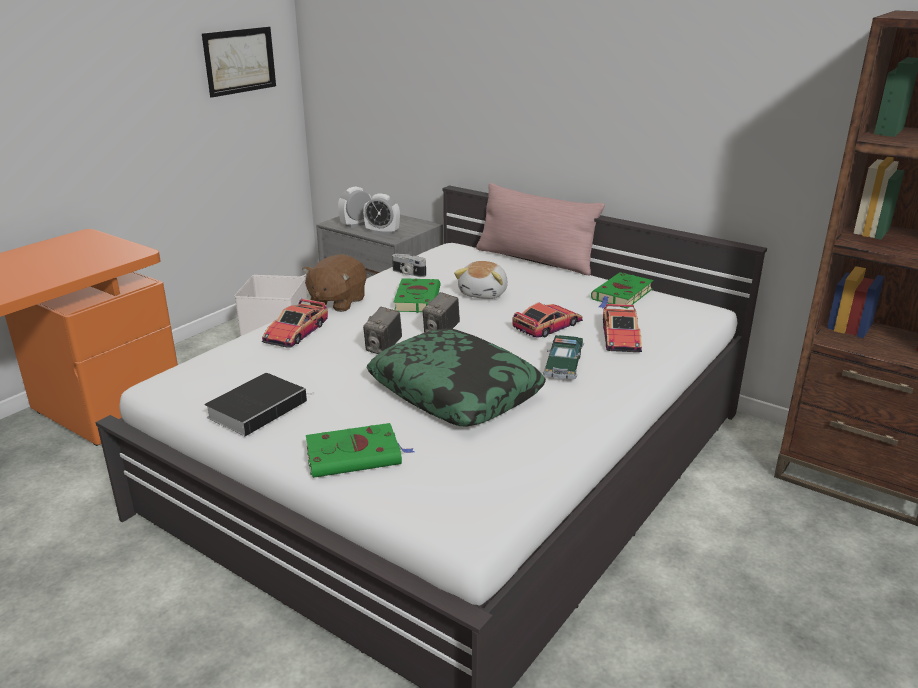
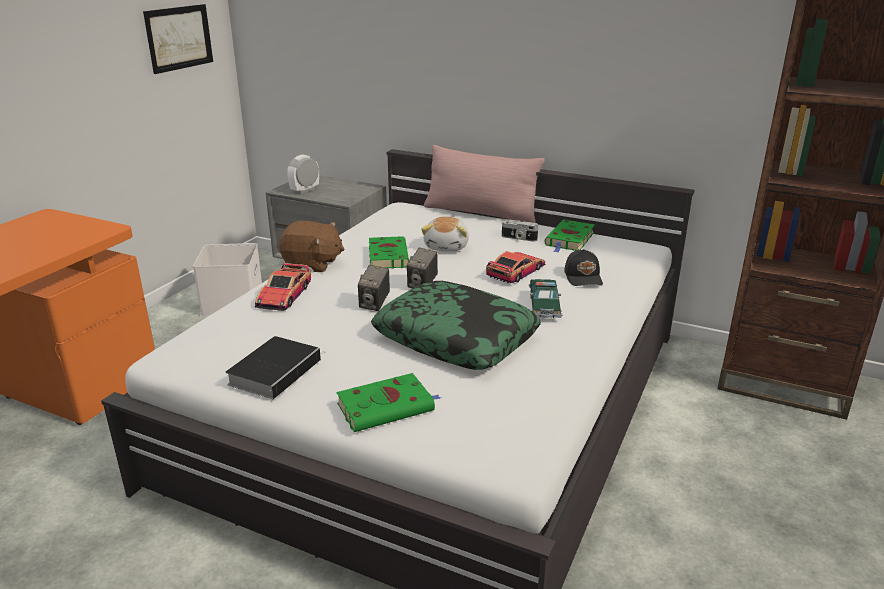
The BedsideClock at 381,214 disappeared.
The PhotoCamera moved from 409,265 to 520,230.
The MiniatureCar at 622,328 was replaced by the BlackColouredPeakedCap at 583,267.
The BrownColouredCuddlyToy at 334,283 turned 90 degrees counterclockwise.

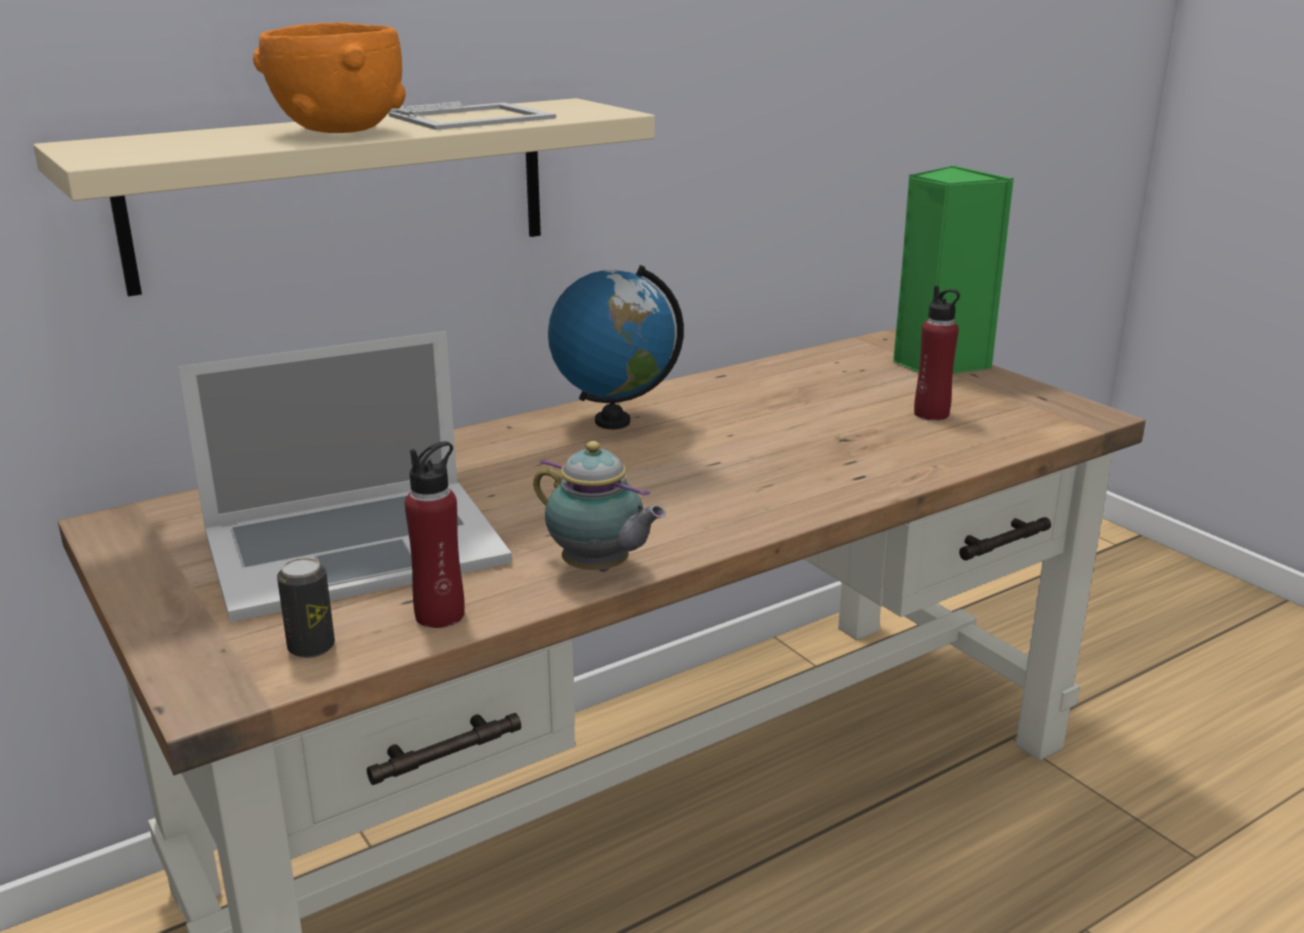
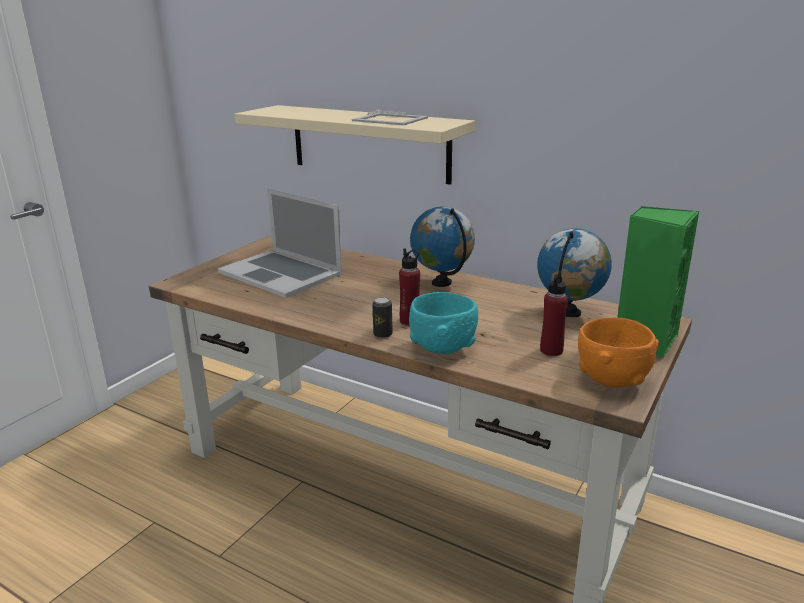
The PotForTea at 599,506 disappeared.
The BlueGreenDeepDish at 443,323 appeared.
The WorldGlobe at 574,272 appeared.
The OrangeColouredDeepDish moved from 329,77 to 618,353.
The Can moved from 306,608 to 382,317.
The RedColouredDrinkBottle moved from 435,534 to 409,287.

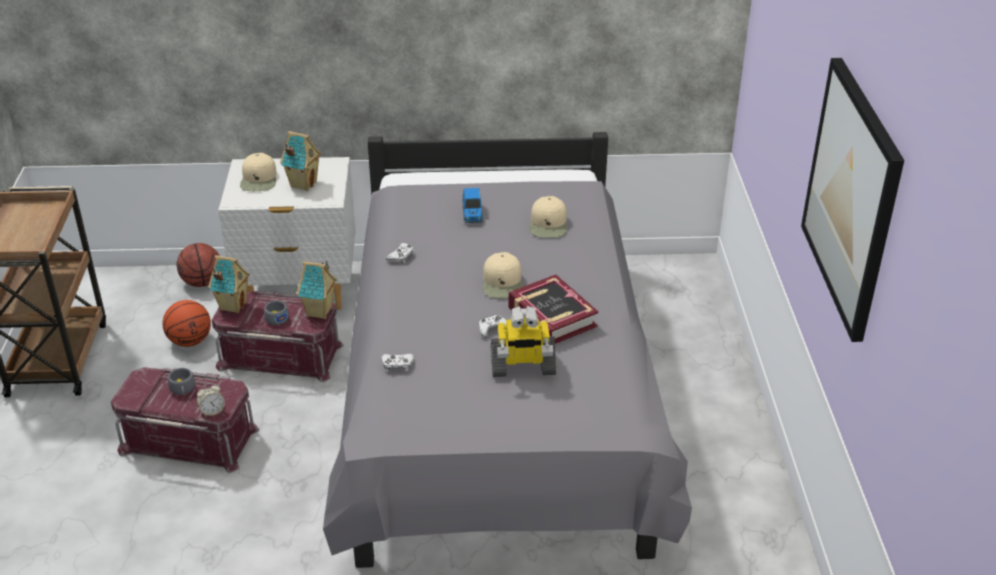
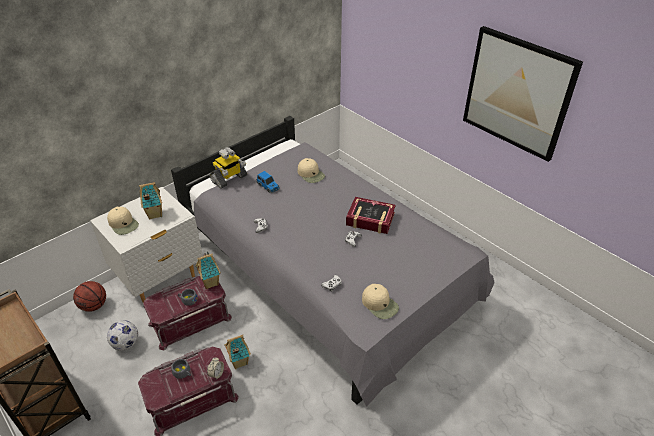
The ModelHouse moved from 229,284 to 237,352.
The SandColouredPeakedCap moved from 503,275 to 380,301.
The ModelRobot moved from 523,341 to 228,168.
The BallForBasketball at 186,323 was replaced by the FootballBall at 122,335.

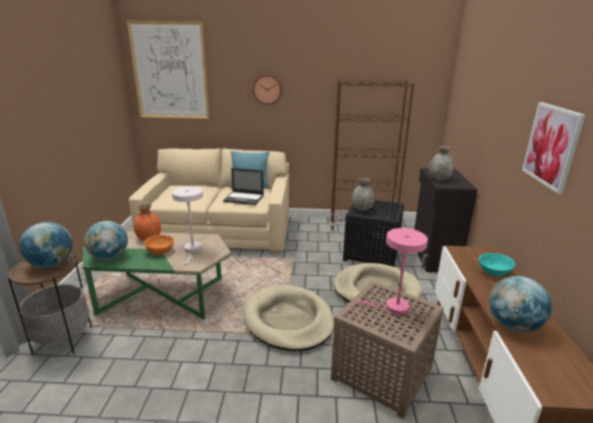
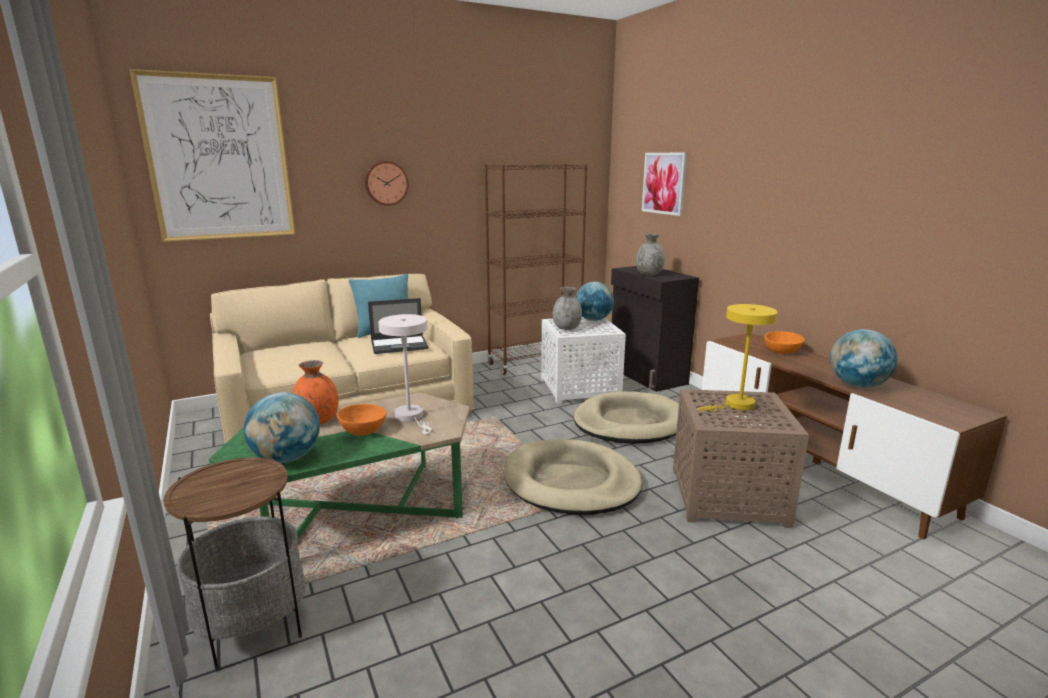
The WorldGlobe moved from 46,245 to 594,301.
The WallPicture moved from 553,148 to 664,184.
The BlackColouredAccentTable at 373,233 became the WhitishAccentTable at 583,360.
The PinkishTableLamp at 392,271 became the YellowColouredTableLamp at 737,357.
The BlueGreenDeepDish at 497,264 became the OrangeColouredDeepDish at 784,342.

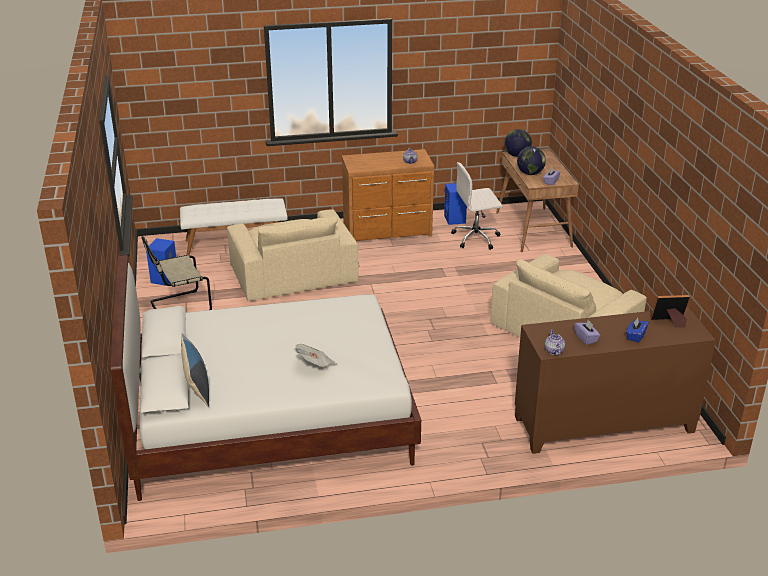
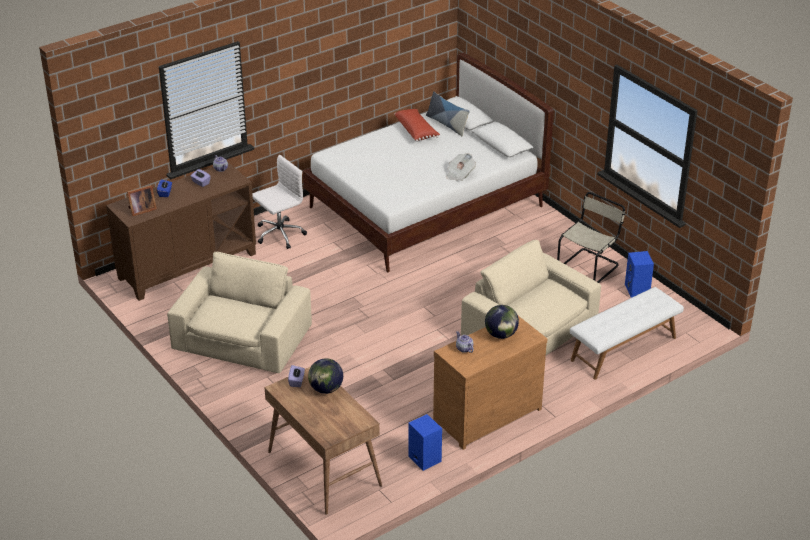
The RedColouredCushion at 417,125 appeared.
The Newspaper moved from 315,355 to 461,167.
The WhitishDeskChair moved from 476,206 to 279,202.
The WorldGlobe moved from 518,143 to 502,322.

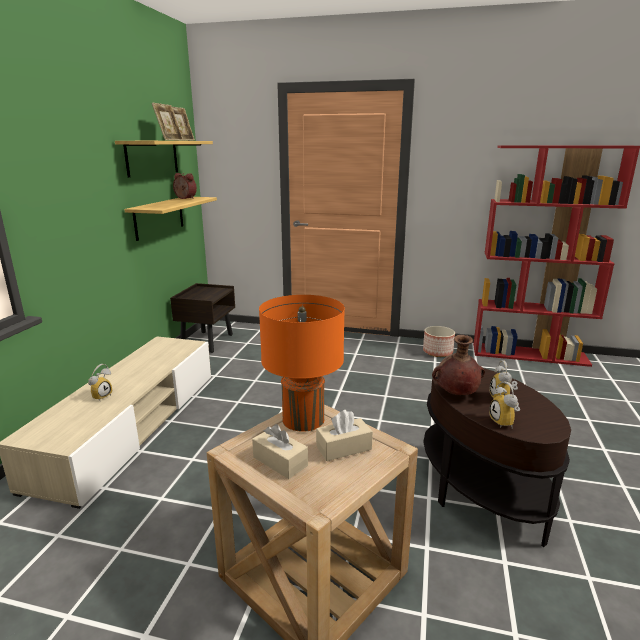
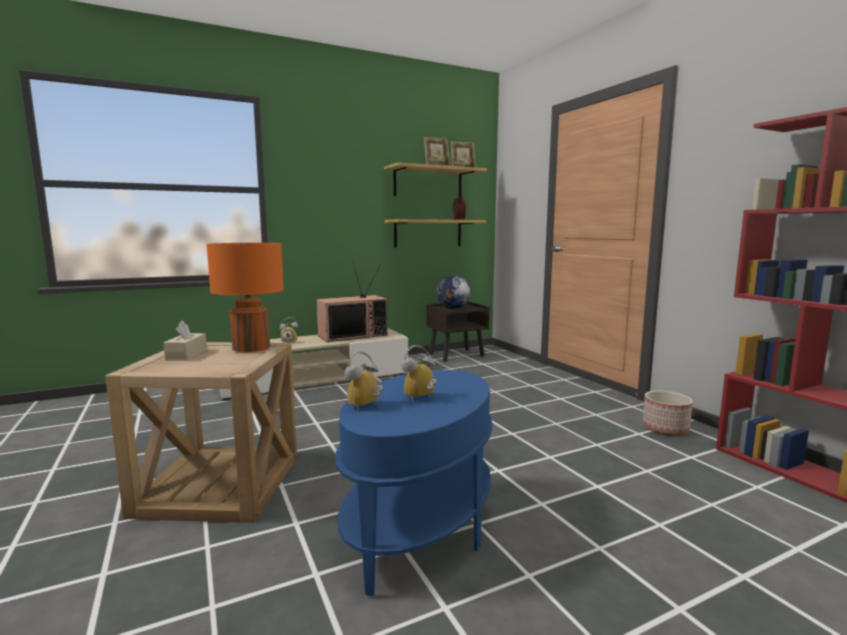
The SandColouredTissueBox at 344,435 disappeared.
The BrownColouredFlowerVase at 458,365 disappeared.
The Television at 352,301 appeared.
The WorldGlobe at 453,292 appeared.
The BrownColouredAccentTable at 497,457 became the BlueAccentTable at 414,483.

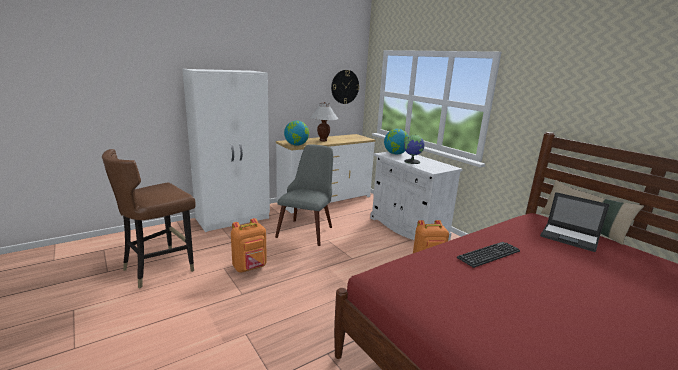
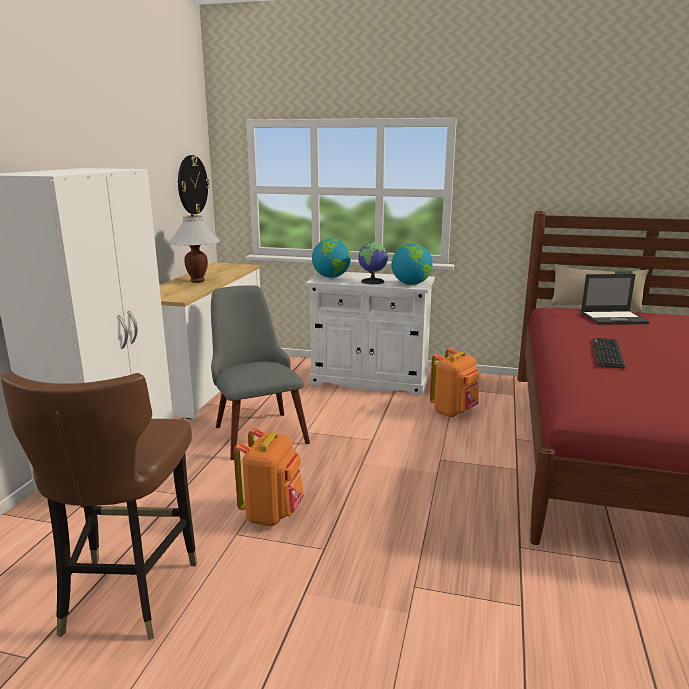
The WorldGlobe moved from 296,133 to 412,264.

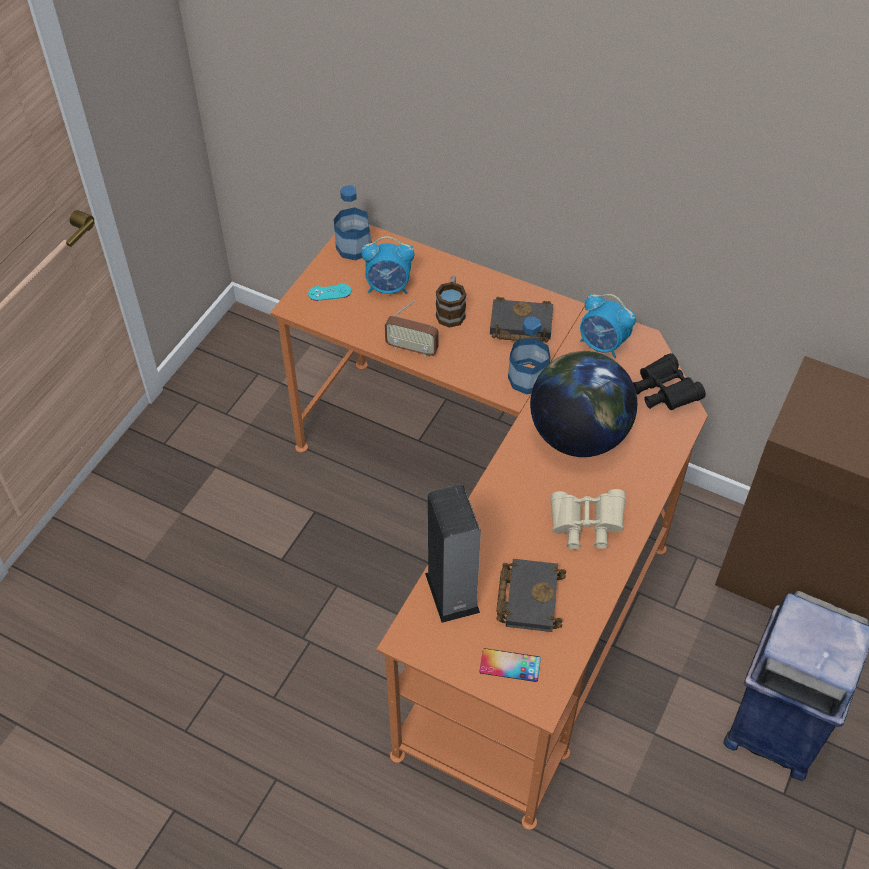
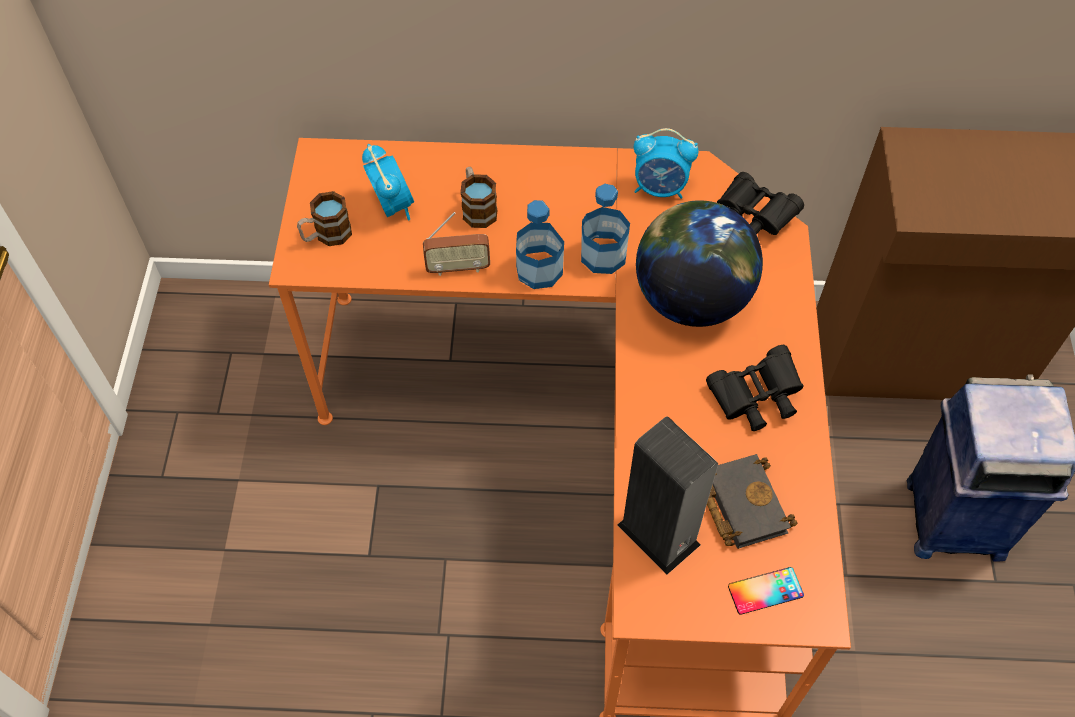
The BlackColouredVolume at 521,320 disappeared.
The DrinkBottle moved from 353,222 to 540,244.
The BlueGreenGameController at 329,292 was replaced by the CoffeeMug at 324,218.
The SandColouredBinoculars at 588,519 became the BlackColouredBinoculars at 755,388.
The BedsideClock at 387,265 turned 90 degrees counterclockwise.

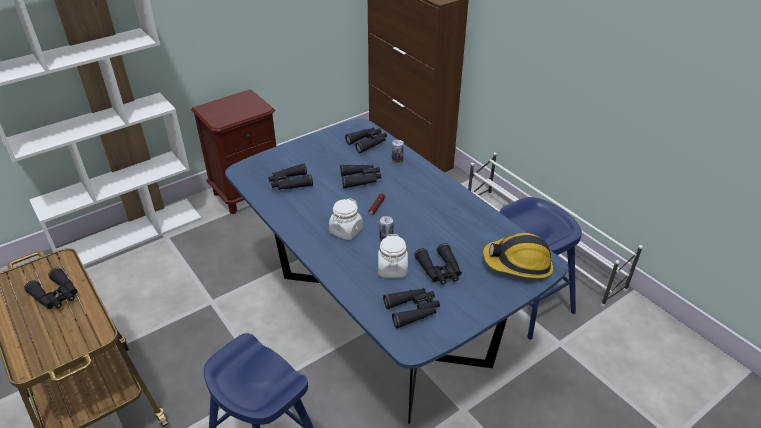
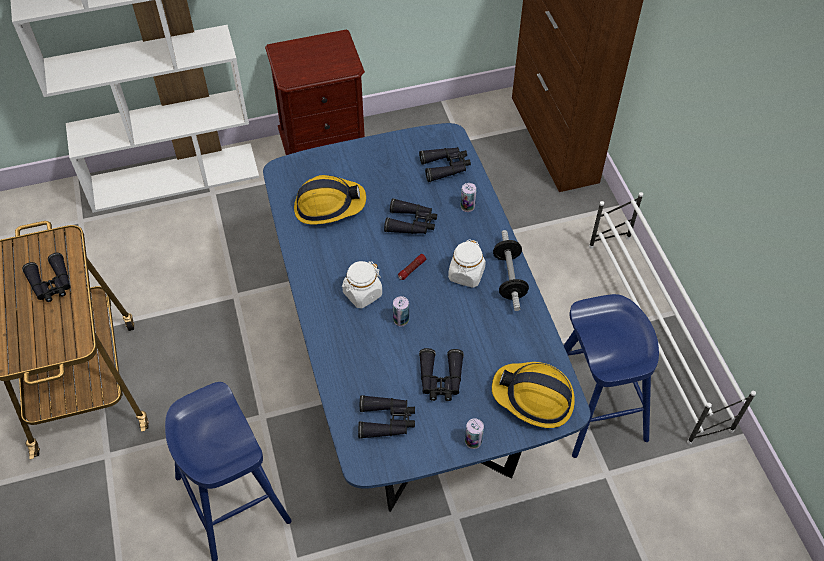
The Can at 474,433 appeared.
The HandWeight at 511,270 appeared.
The WhitishJar moved from 393,256 to 467,263.
The BlackColouredBinoculars at 290,176 was replaced by the WorkHelmet at 330,199.

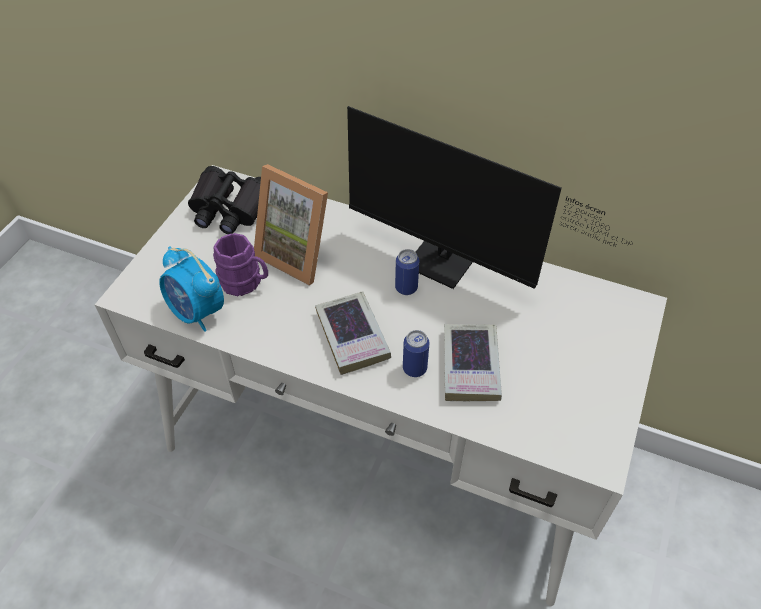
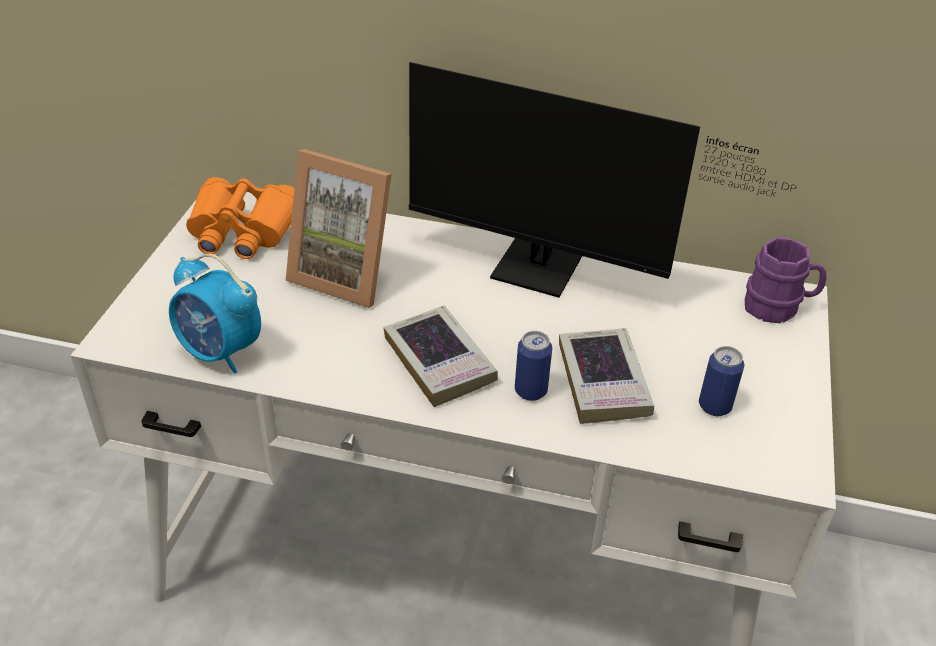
The PurpleColouredCoffeeMug moved from 240,264 to 786,280.
The Can moved from 407,272 to 721,381.
The BlackColouredBinoculars at 224,200 became the OrangeColouredBinoculars at 240,218.

